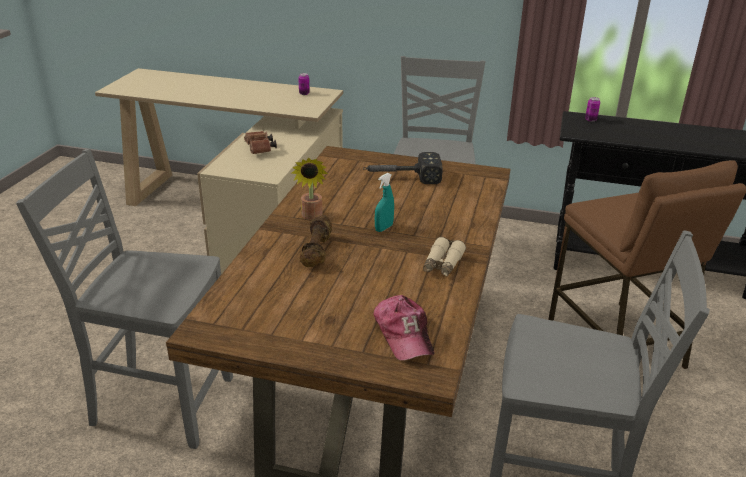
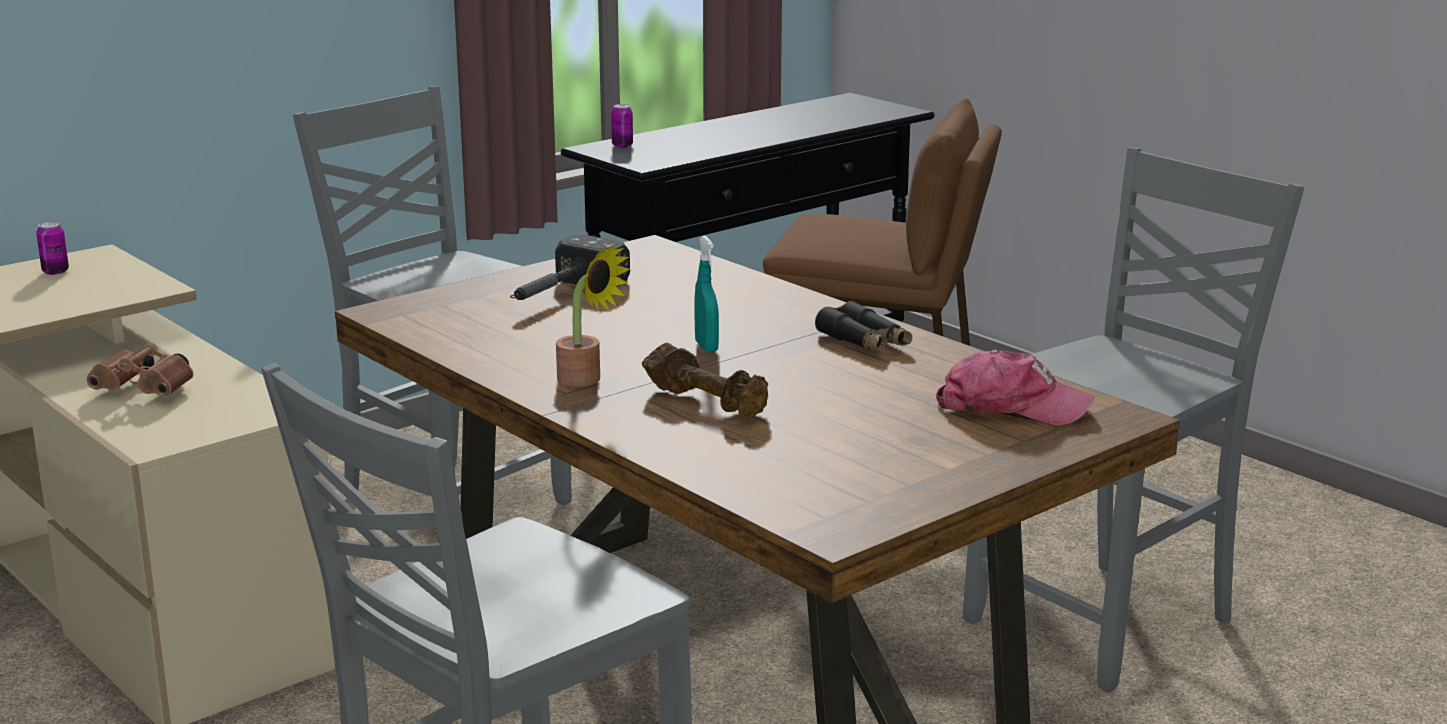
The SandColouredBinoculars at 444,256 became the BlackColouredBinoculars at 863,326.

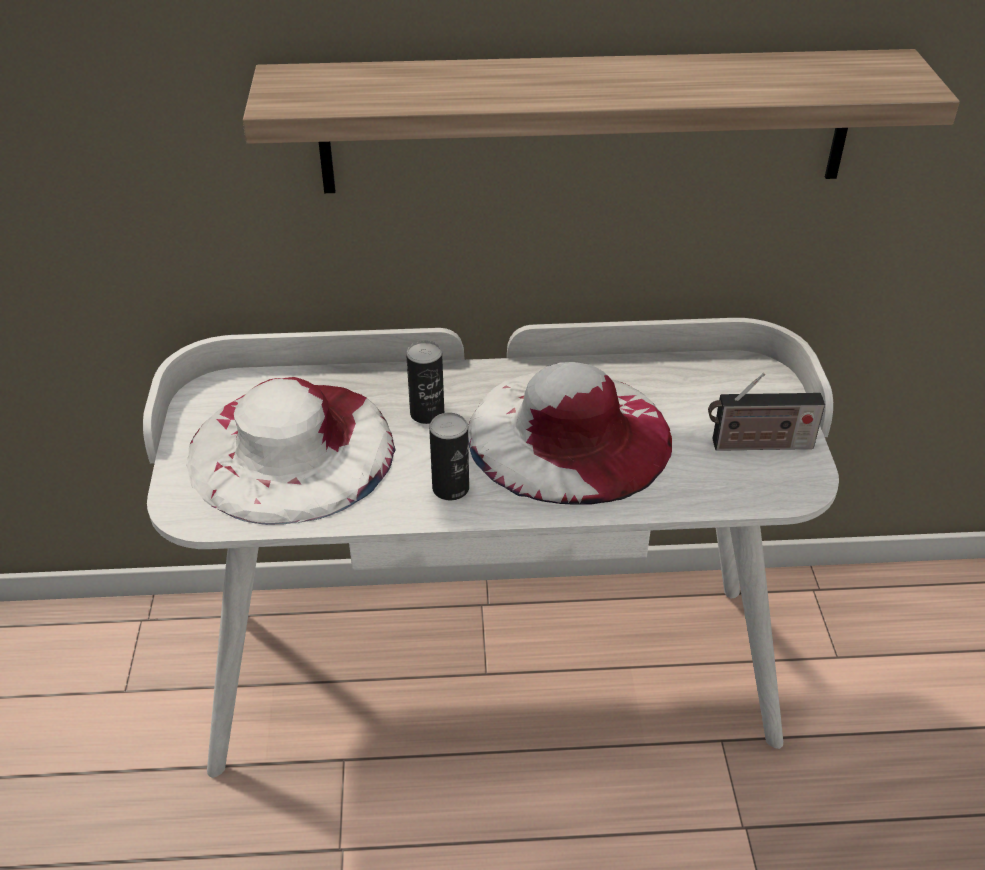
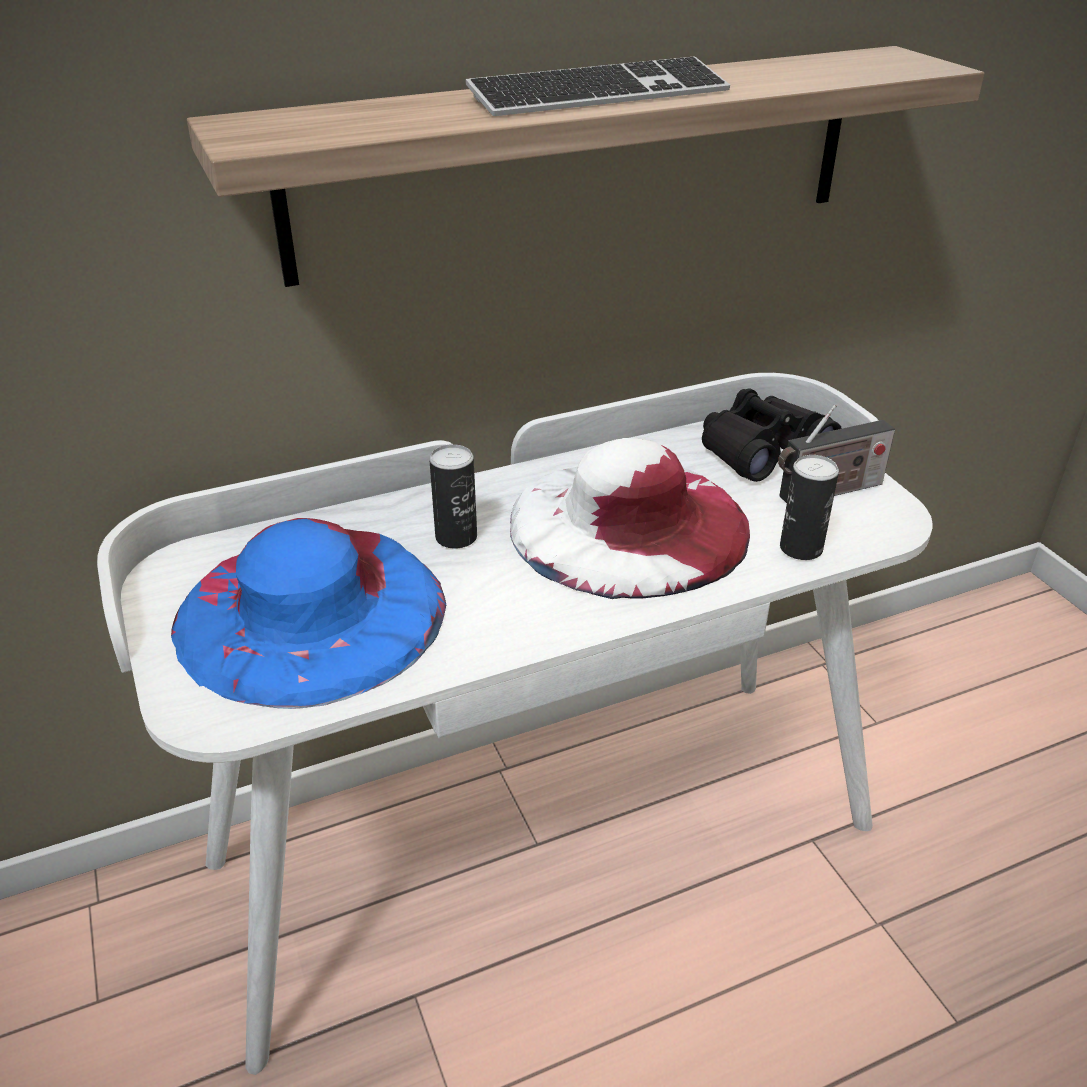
The ComputerKeyboard at 598,86 appeared.
The BlackColouredBinoculars at 772,435 appeared.
The Can moved from 449,456 to 809,507.
The WhitishHat at 290,451 became the BlueHat at 308,613.

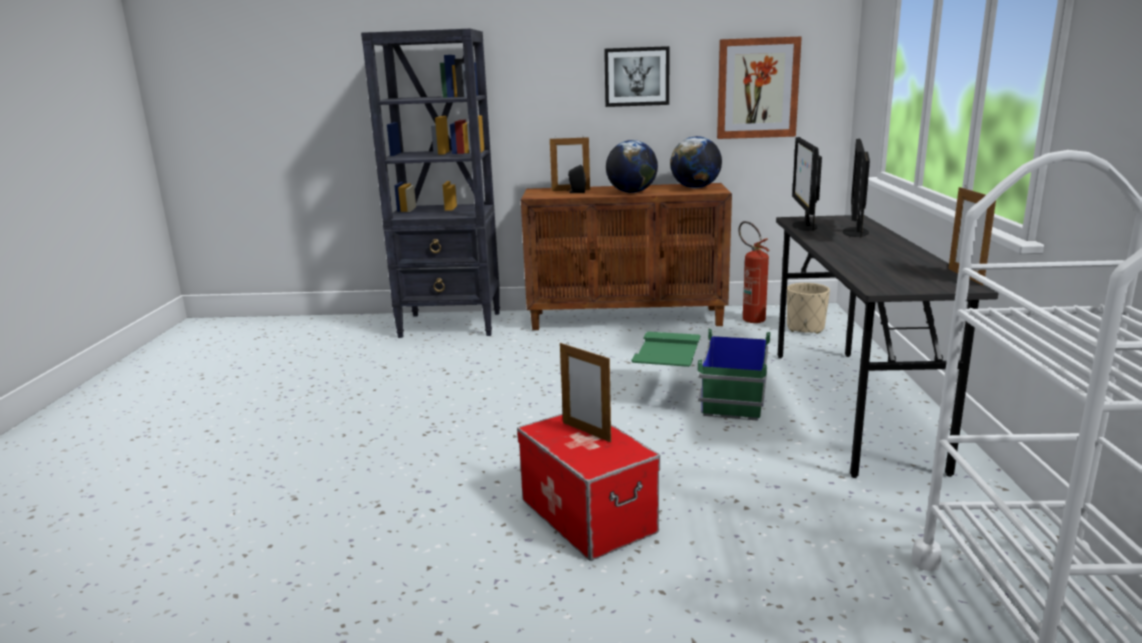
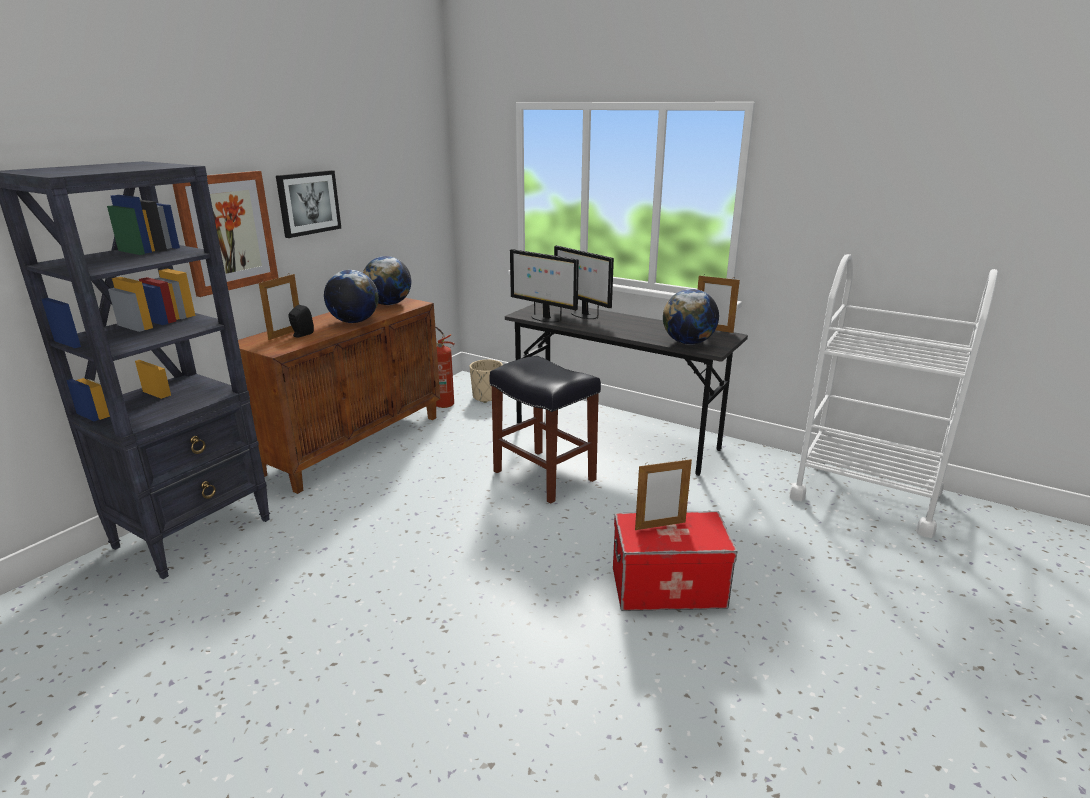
The WorldGlobe at 691,317 appeared.
The WallPicture moved from 759,87 to 225,234.
The GreenishStorageBox at 700,375 was replaced by the BlackColouredStoolSeat at 545,430.

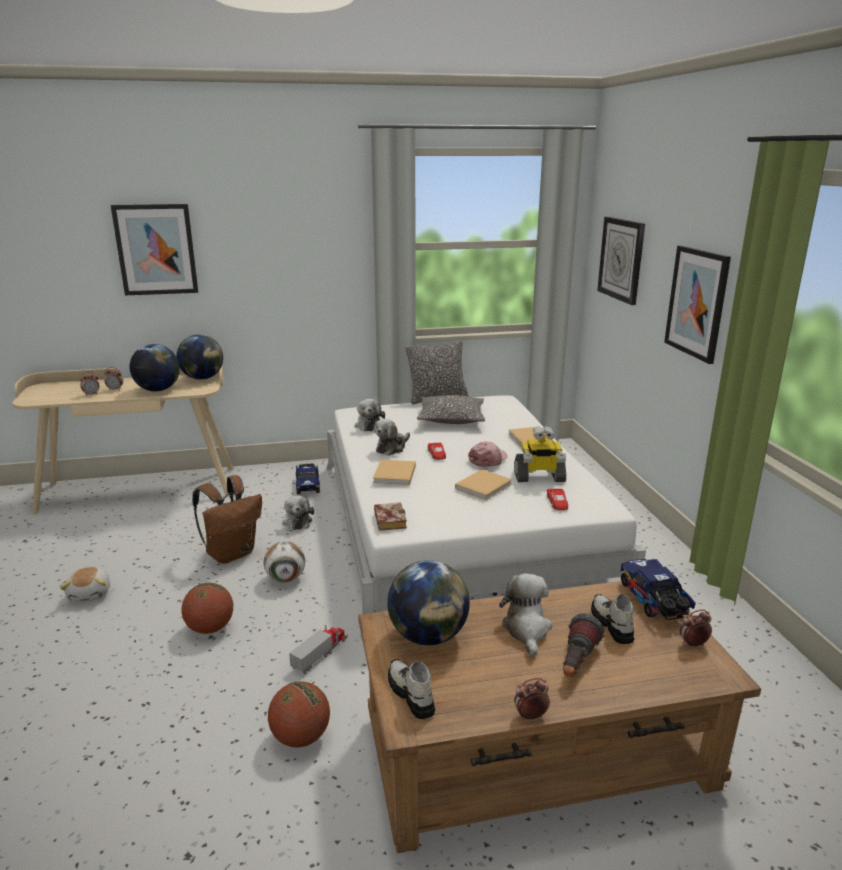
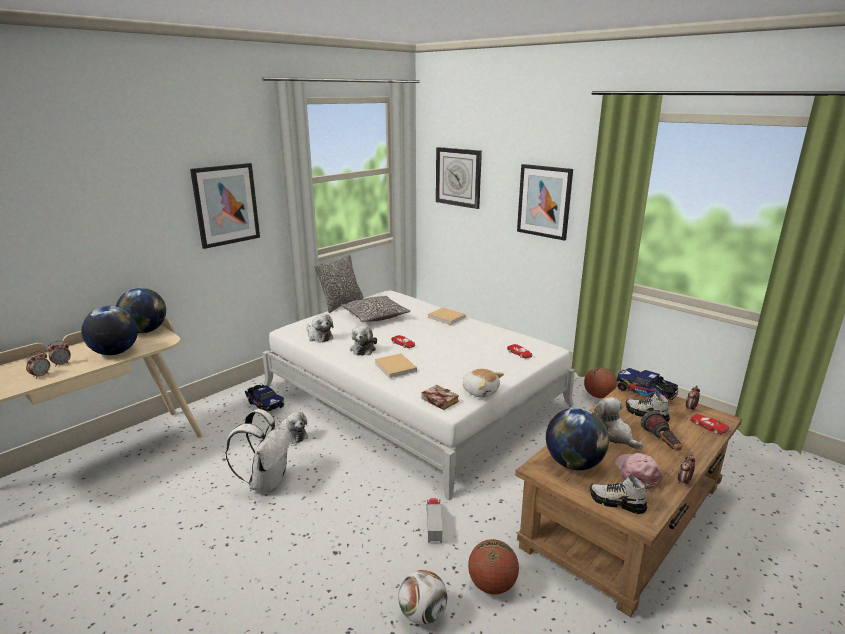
The SandColouredVolume at 483,484 disappeared.
The ModelRobot at 540,454 disappeared.
The RedColouredMiniatureCar at 710,424 appeared.
The CuddlyToy moved from 85,584 to 483,383.
The WallPicture moved from 154,249 to 225,206.
The BallForBasketball moved from 207,608 to 600,382.
The FootballBall moved from 284,562 to 422,597.
The PinkishPeakedCap moved from 488,454 to 639,471.
The BrownColouredKnapsack at 227,519 became the WhitishKnapsack at 257,451.

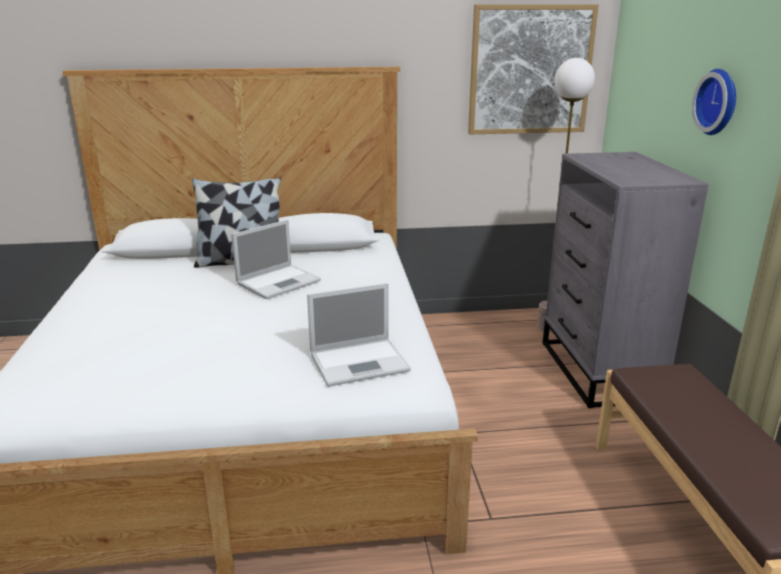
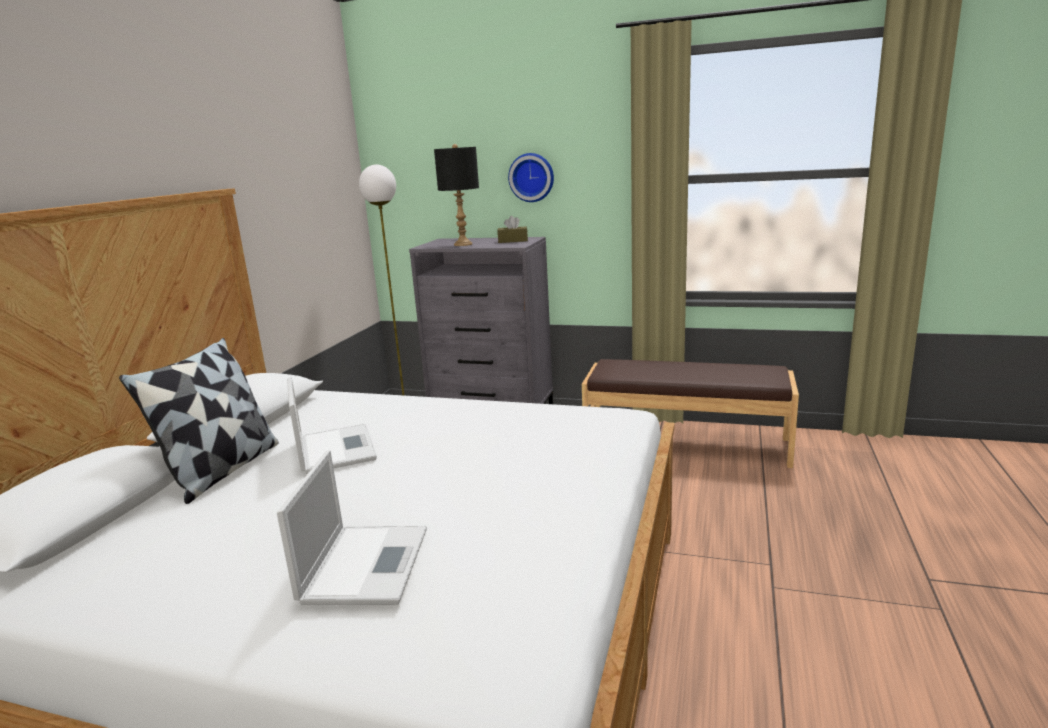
The WallPicture at 533,69 disappeared.
The BlackColouredTableLamp at 456,195 appeared.
The BrownColouredTissueBox at 513,229 appeared.
The Laptop moved from 359,335 to 352,527.

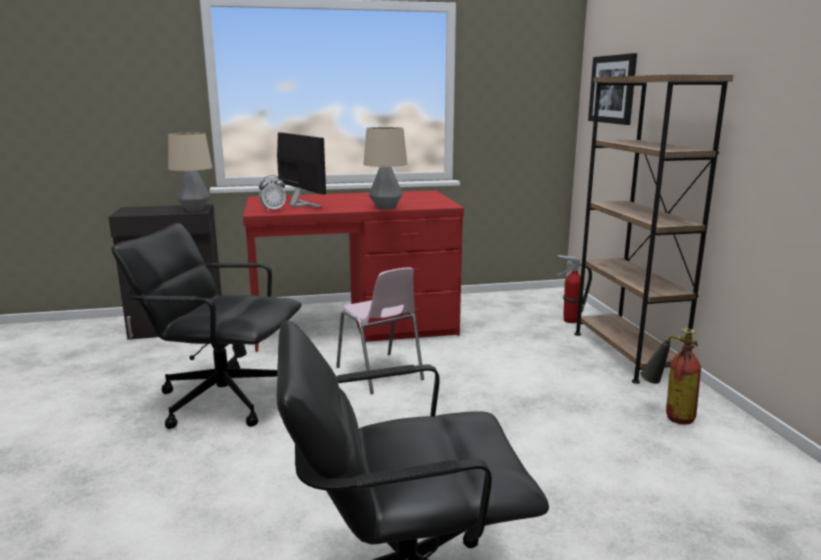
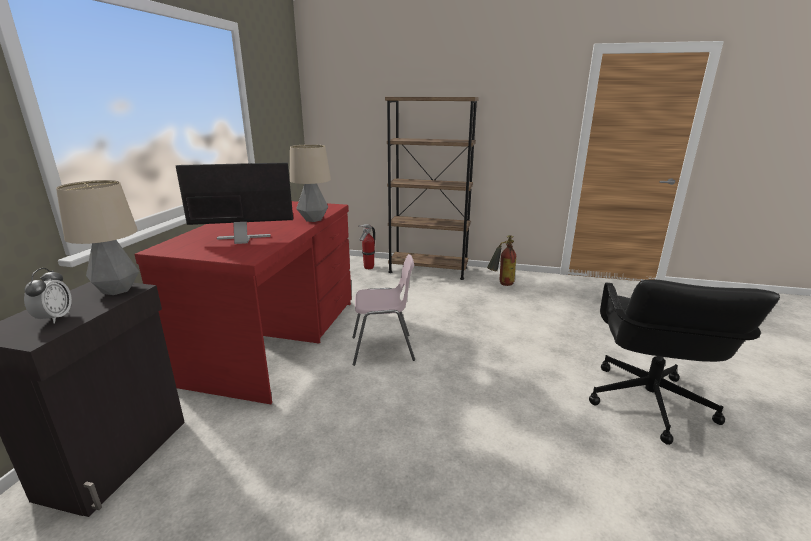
The BlackColouredDeskChair at 207,326 disappeared.
The WallPicture at 612,89 disappeared.
The BedsideClock moved from 272,193 to 48,295.

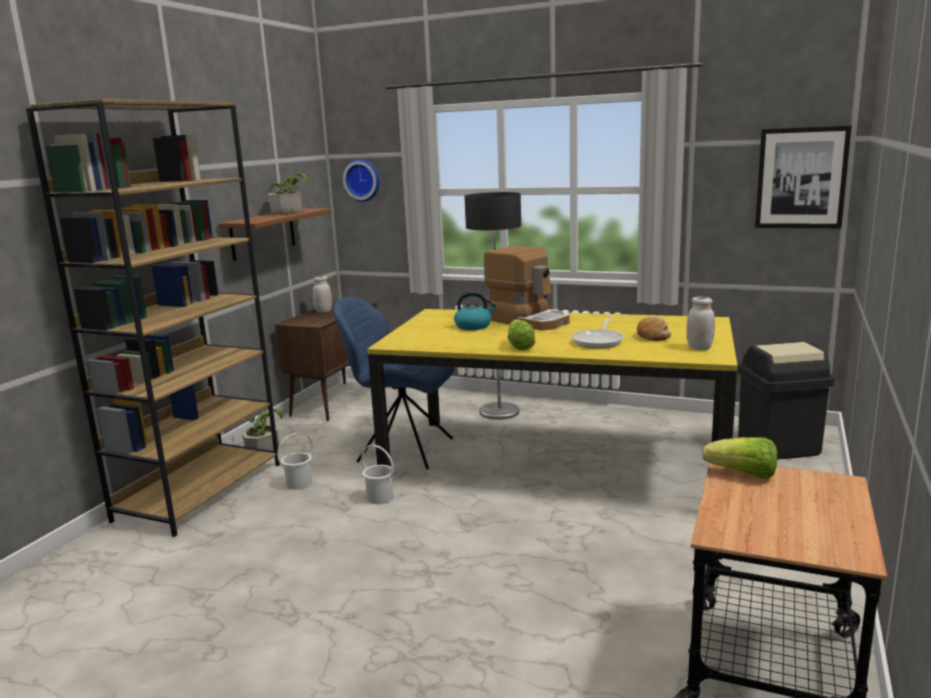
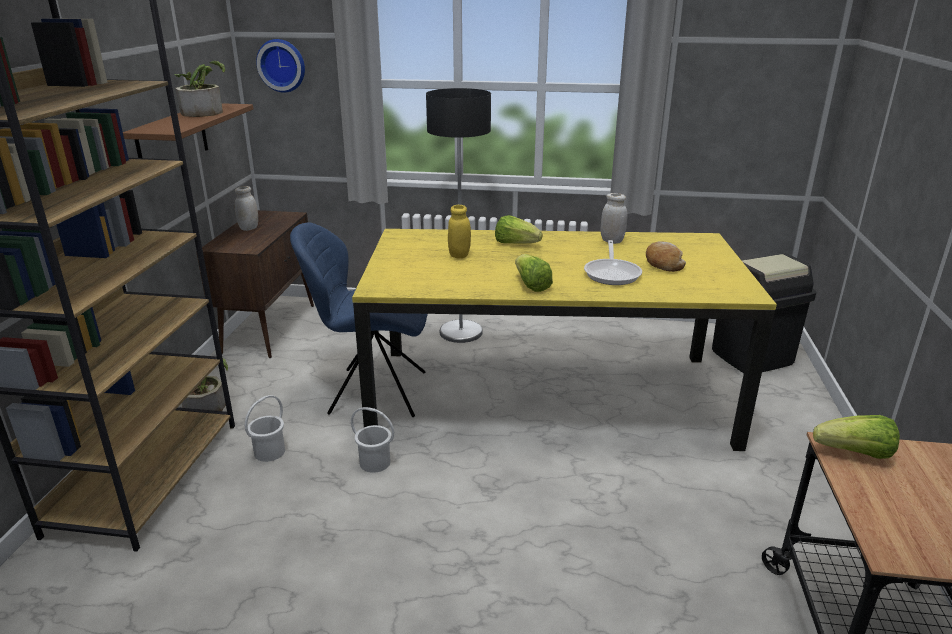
The WallPicture at 803,177 disappeared.
The WhitishJar moved from 700,323 to 614,218.
The TeaKettle at 475,311 was replaced by the YellowColouredJar at 459,232.
The CoffeeMaker at 526,288 was replaced by the LettuceHead at 518,229.

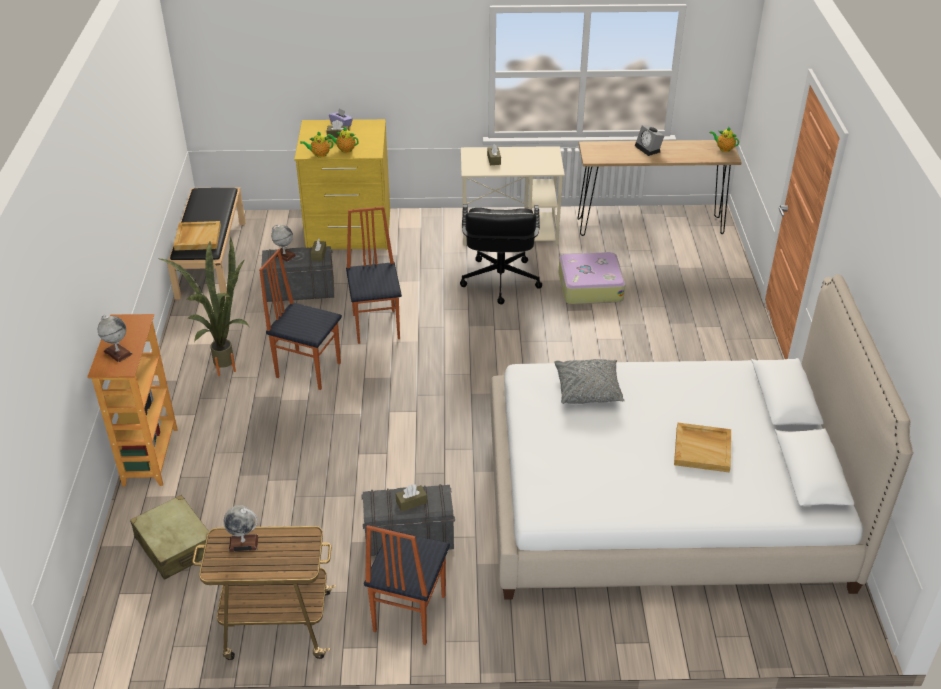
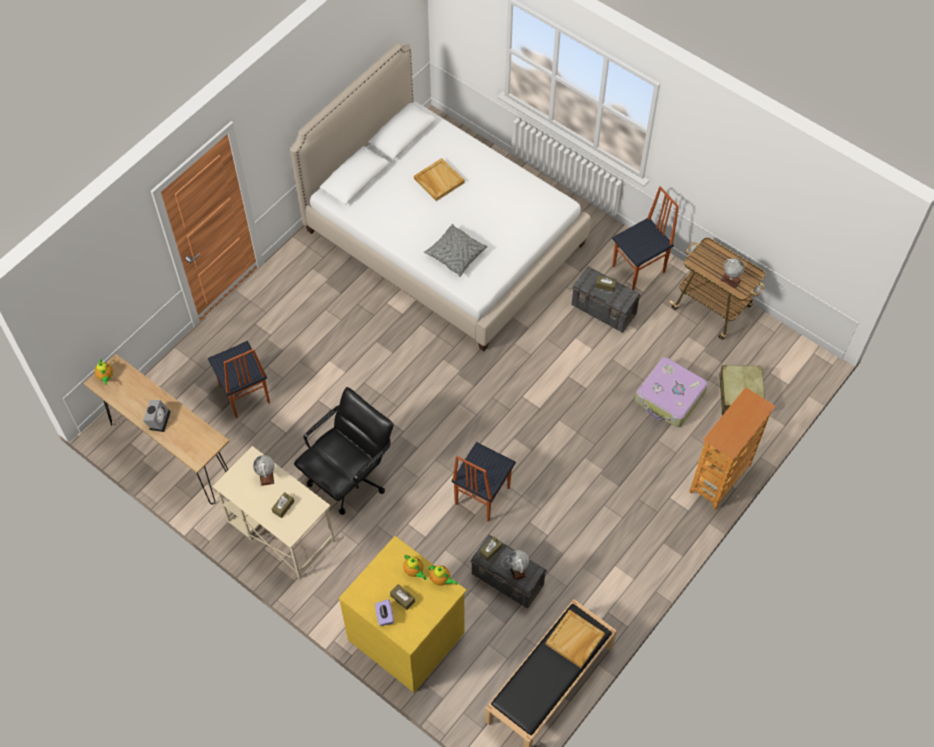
The PlantInAPot at 203,306 disappeared.
The WorldGlobe moved from 115,338 to 264,470.
The UprightChair moved from 300,319 to 239,379.
The PieceOfLuggage moved from 591,278 to 671,392.

